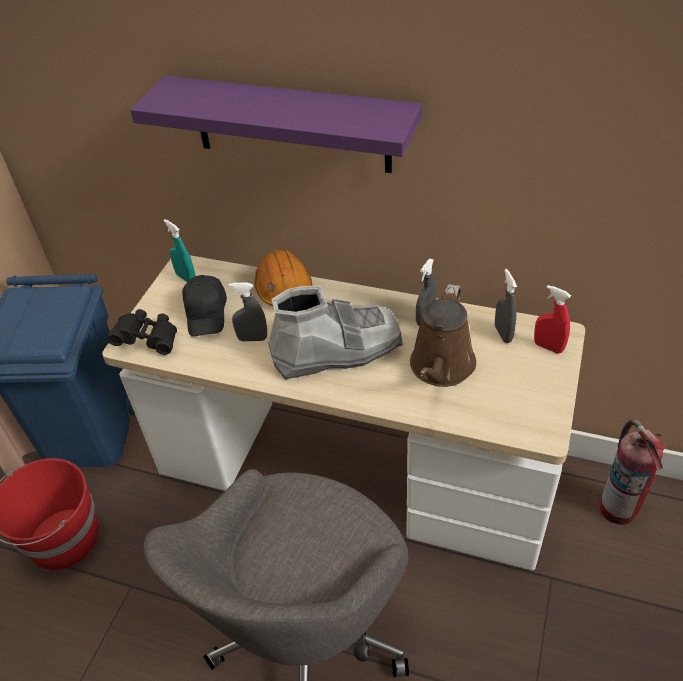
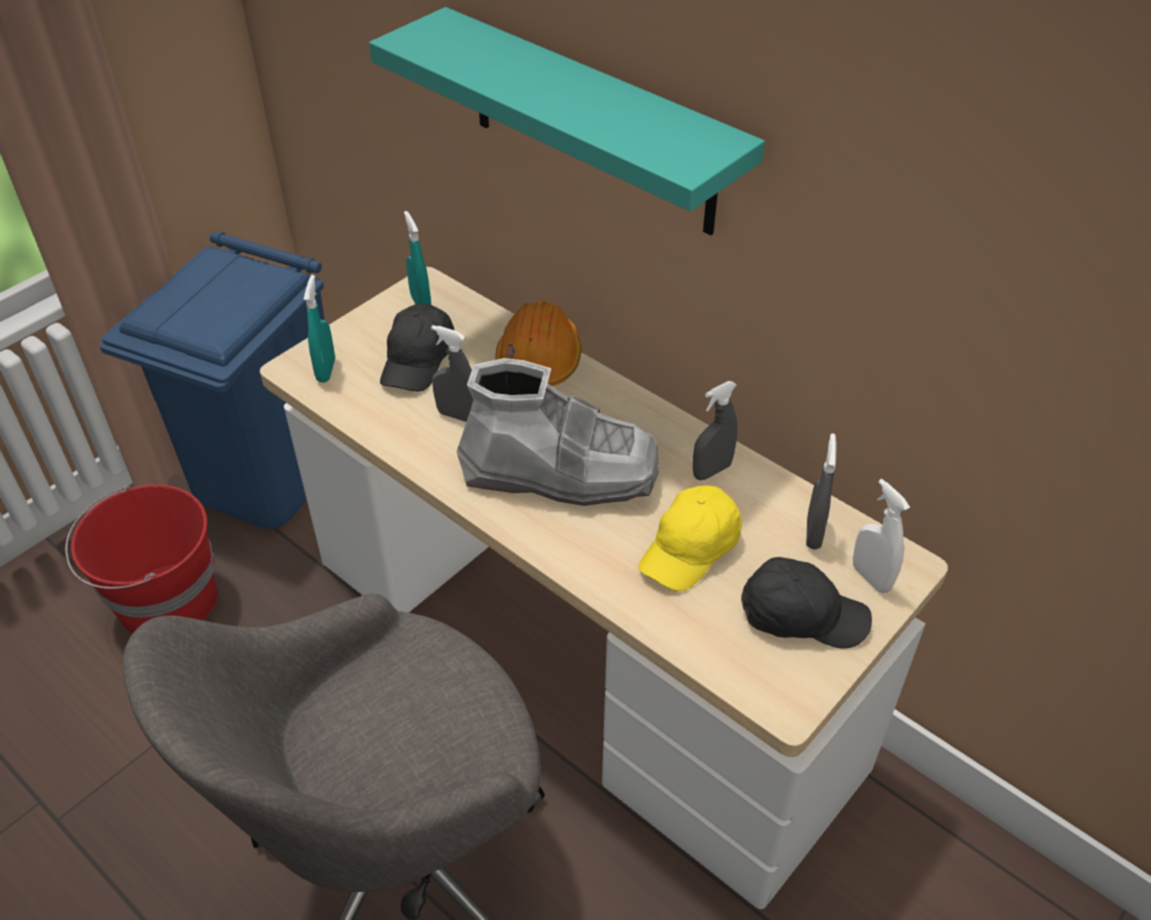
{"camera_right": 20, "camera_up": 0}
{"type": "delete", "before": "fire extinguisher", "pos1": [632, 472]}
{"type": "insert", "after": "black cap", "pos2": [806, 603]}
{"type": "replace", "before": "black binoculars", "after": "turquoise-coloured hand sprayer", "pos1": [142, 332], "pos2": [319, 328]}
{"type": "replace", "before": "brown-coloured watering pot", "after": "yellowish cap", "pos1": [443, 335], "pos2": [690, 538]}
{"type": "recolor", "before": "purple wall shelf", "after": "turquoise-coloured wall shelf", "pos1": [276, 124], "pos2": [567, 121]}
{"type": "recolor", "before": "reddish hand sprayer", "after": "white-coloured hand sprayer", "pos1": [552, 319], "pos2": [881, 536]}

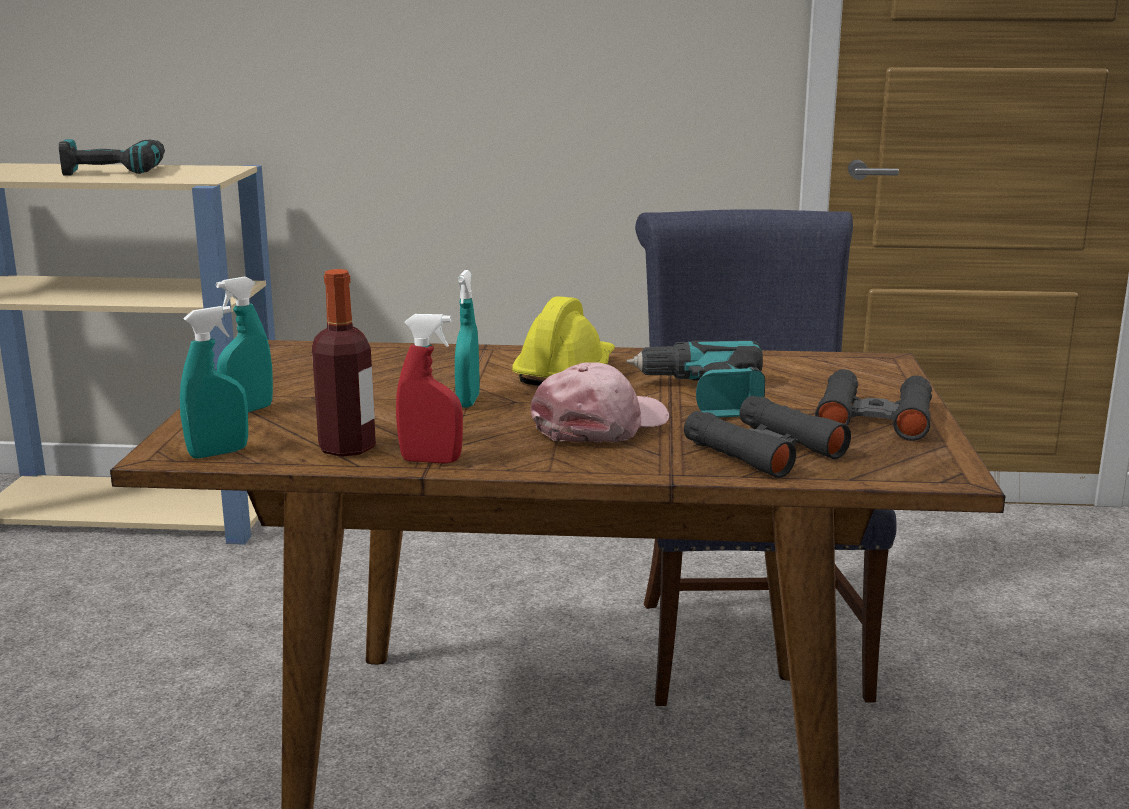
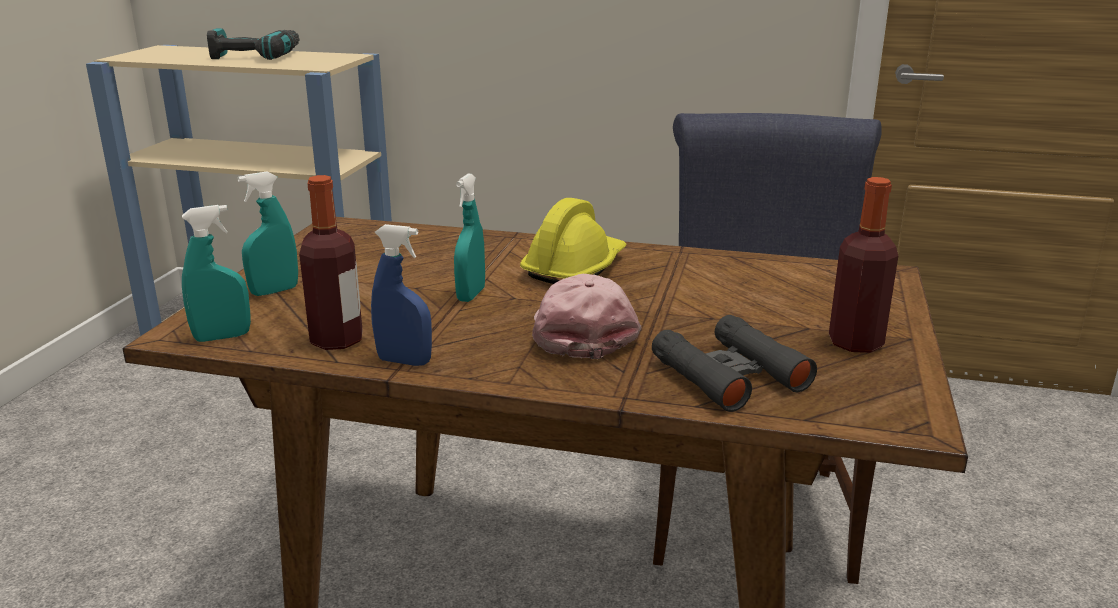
{"camera_right": 10, "camera_up": 5}
{"type": "delete", "before": "drill", "pos1": [696, 379]}
{"type": "replace", "before": "black binoculars", "after": "beverage bottle", "pos1": [873, 405], "pos2": [863, 265]}
{"type": "recolor", "before": "reddish hand sprayer", "after": "bluish hand sprayer", "pos1": [429, 389], "pos2": [401, 295]}
{"type": "rotate", "before": "pinkish cap", "pos1": [600, 402], "pos2": [586, 316], "turn": -60}

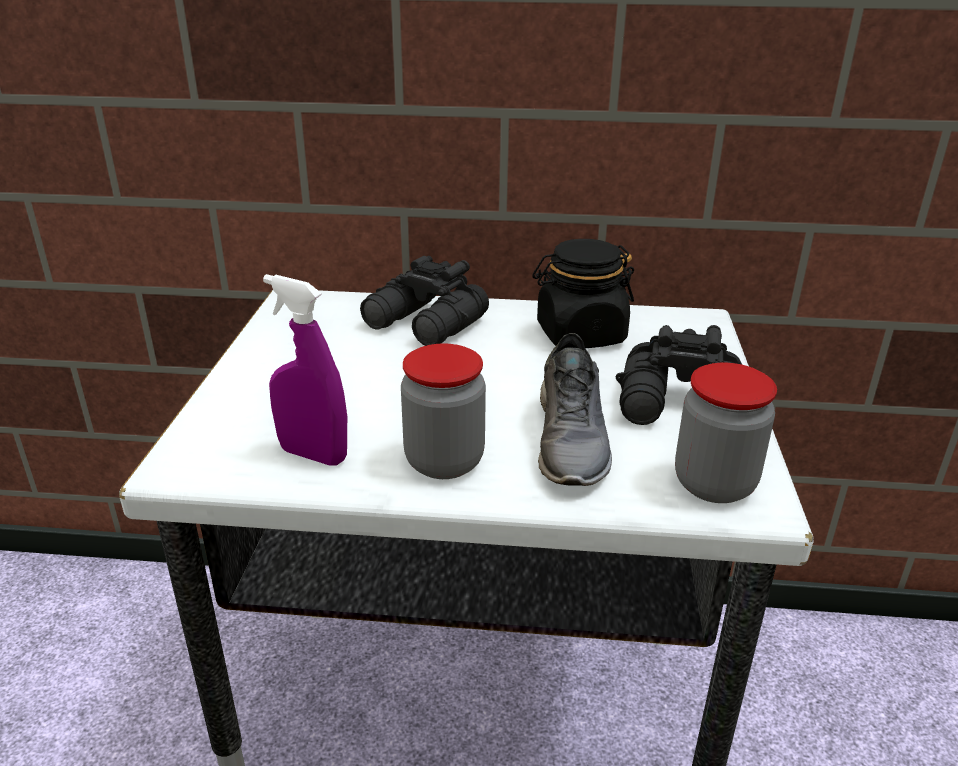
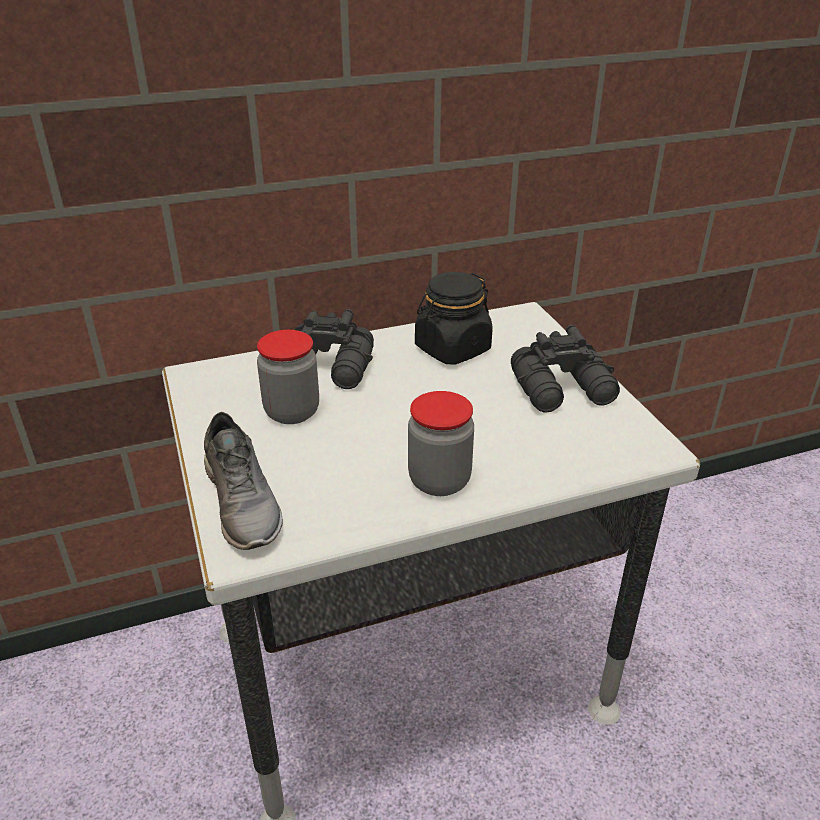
{"camera_right": -25, "camera_up": 5}
{"type": "delete", "before": "purple hand sprayer", "pos1": [305, 370]}
{"type": "move", "before": "grey shoe", "pos1": [575, 409], "pos2": [243, 481]}
{"type": "move", "before": "preserve jar", "pos1": [726, 433], "pos2": [288, 377]}

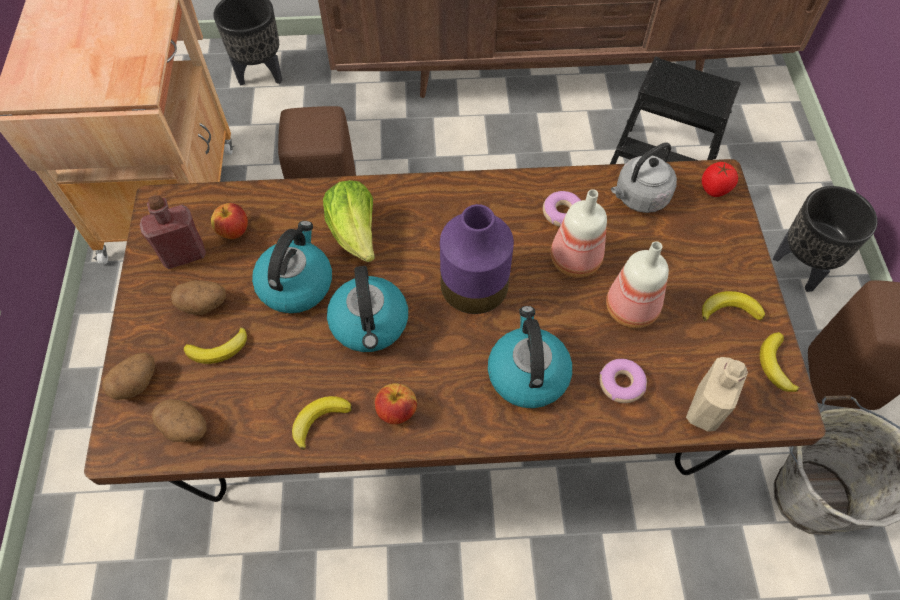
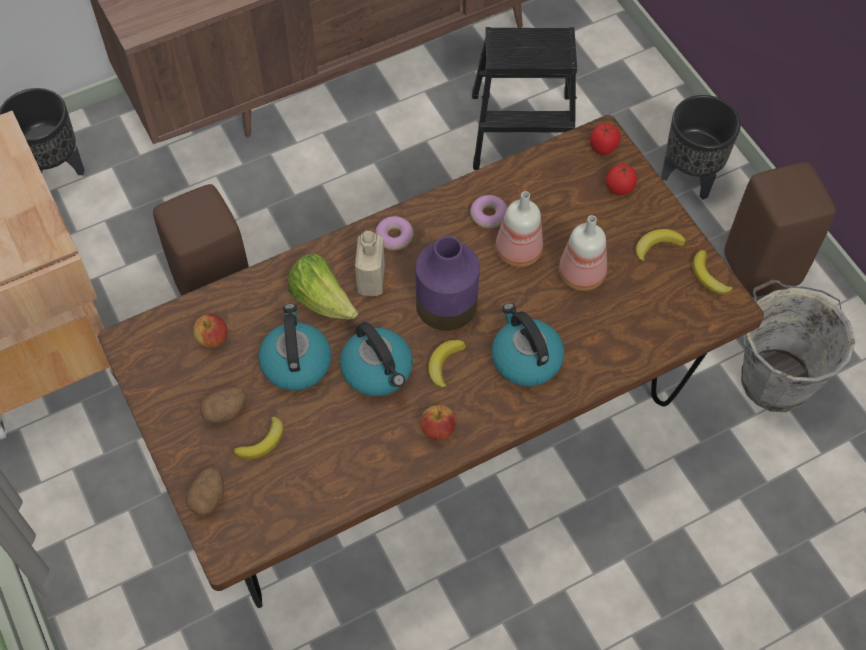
{"camera_right": -25, "camera_up": 0}
{"type": "delete", "before": "reddish beverage bottle", "pos1": [172, 232]}
{"type": "delete", "before": "spud", "pos1": [179, 420]}
{"type": "delete", "before": "grey tea kettle", "pos1": [644, 177]}
{"type": "insert", "after": "fresh tomato", "pos2": [621, 179]}
{"type": "move", "before": "banana fruit", "pos1": [322, 423], "pos2": [447, 364]}
{"type": "move", "before": "ring doughnut", "pos1": [623, 381], "pos2": [394, 233]}
{"type": "move", "before": "sand-coloured beverage bottle", "pos1": [717, 394], "pos2": [370, 263]}

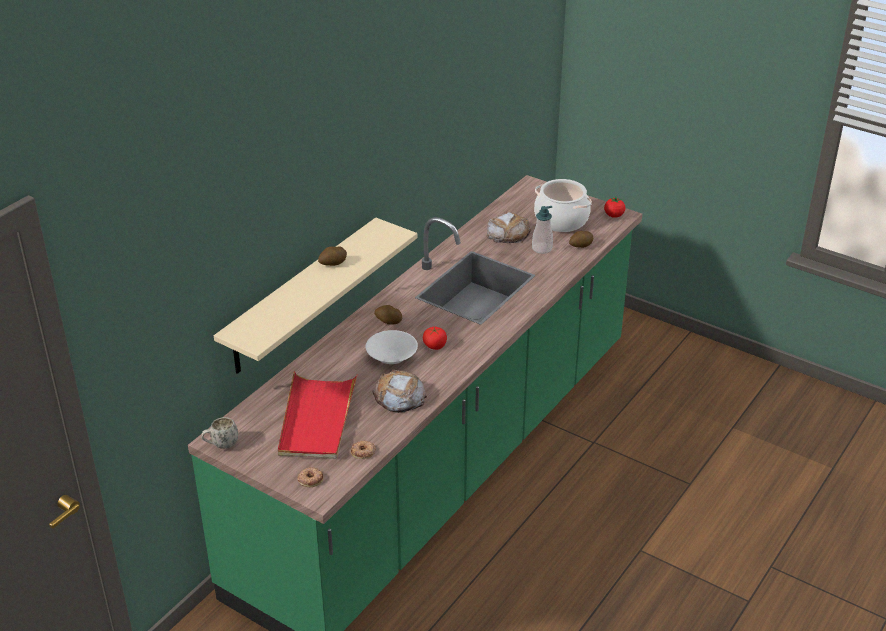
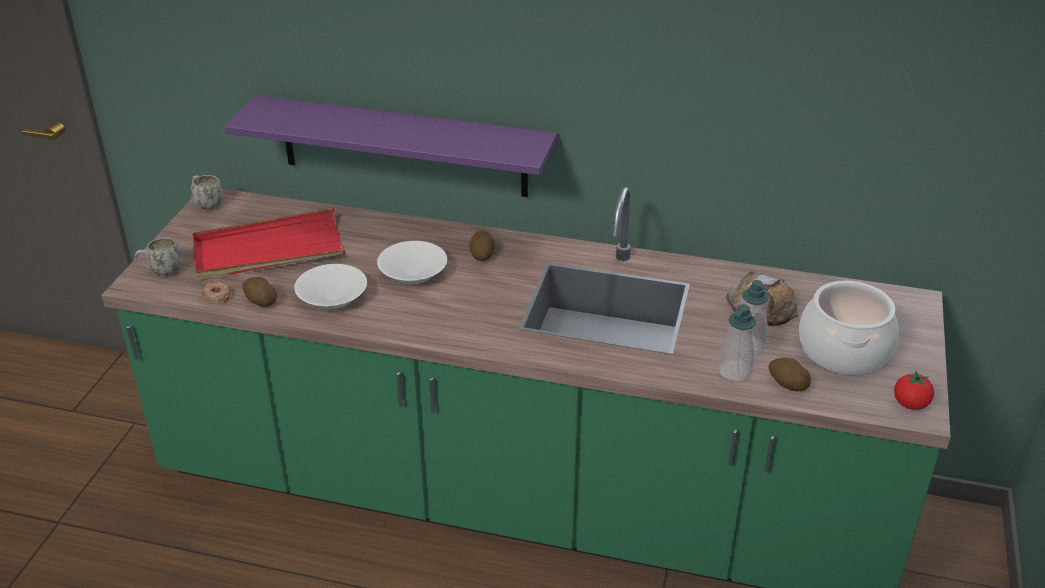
{"camera_right": 70, "camera_up": 0}
{"type": "delete", "before": "fresh tomato", "pos1": [435, 338]}
{"type": "insert", "after": "soap dispenser", "pos2": [737, 343]}
{"type": "move", "before": "spud", "pos1": [332, 256], "pos2": [259, 292]}
{"type": "replace", "before": "ring doughnut", "after": "white-coloured mug", "pos1": [310, 477], "pos2": [158, 256]}
{"type": "replace", "before": "bakery bread", "after": "white-coloured deep dish", "pos1": [399, 391], "pos2": [330, 287]}
{"type": "recolor", "before": "sand-coloured wall shelf", "after": "purple wall shelf", "pos1": [315, 296], "pos2": [390, 146]}

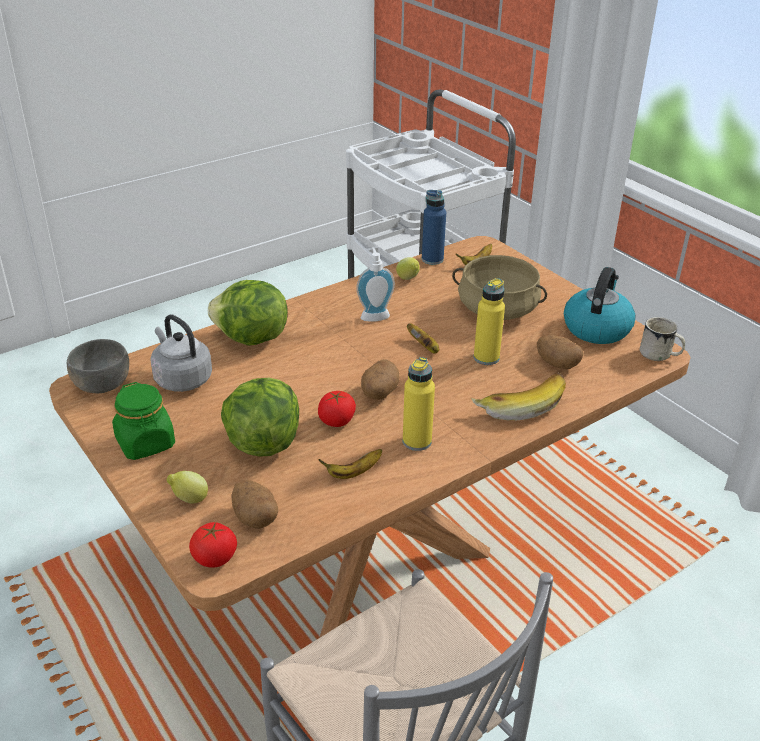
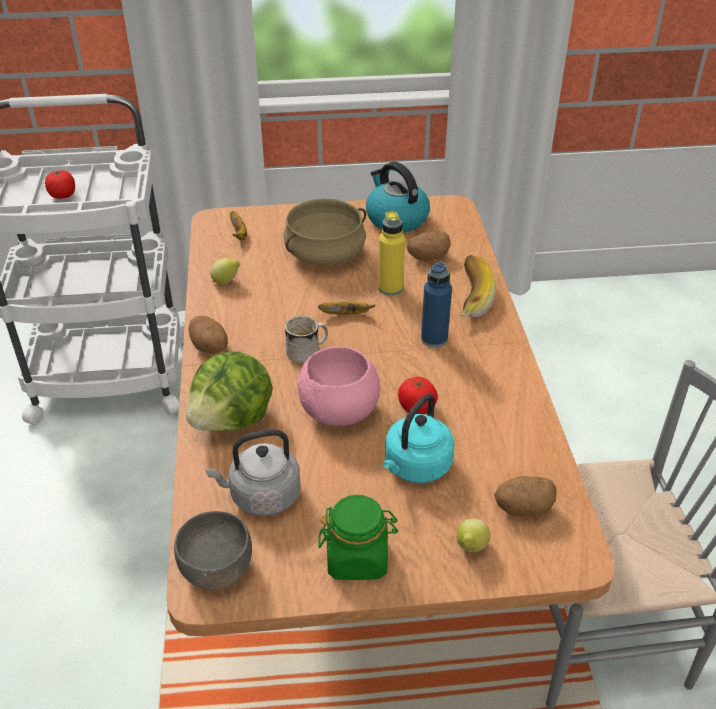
{"camera_right": -60, "camera_up": 5}
{"type": "delete", "before": "banana fruit", "pos1": [350, 464]}
{"type": "delete", "before": "soap dispenser", "pos1": [375, 284]}
{"type": "delete", "before": "yellowish beverage bottle", "pos1": [419, 404]}
{"type": "insert", "after": "pinkish deep dish", "pos2": [338, 386]}
{"type": "move", "before": "fresh tomato", "pos1": [213, 545], "pos2": [60, 184]}
{"type": "move", "before": "spud", "pos1": [380, 379], "pos2": [208, 335]}
{"type": "move", "before": "bluish beverage bottle", "pos1": [434, 227], "pos2": [436, 304]}
{"type": "move", "before": "white-coloured mug", "pos1": [662, 339], "pos2": [306, 339]}
{"type": "replace", "before": "lettuce head", "after": "turquoise-coloured tea kettle", "pos1": [260, 417], "pos2": [418, 438]}

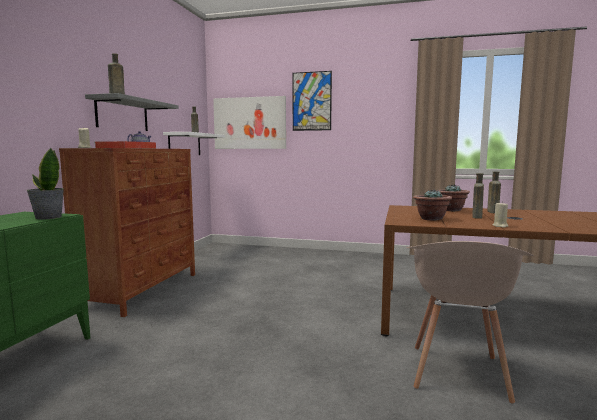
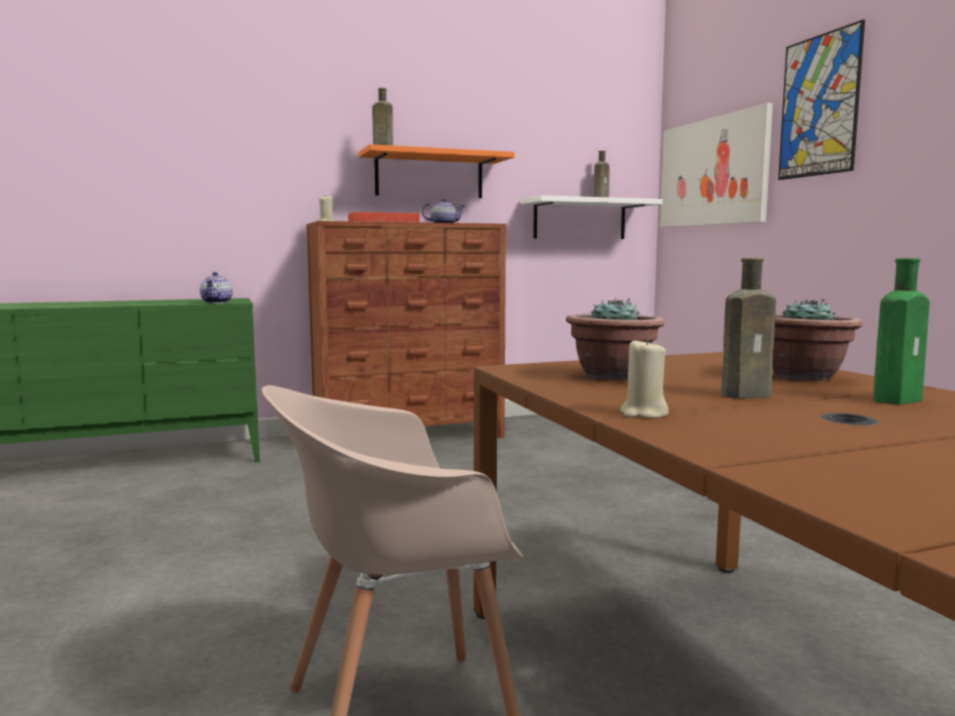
{"camera_right": 55, "camera_up": 0}
{"type": "replace", "before": "potted plant", "after": "teapot", "pos1": [45, 184], "pos2": [216, 287]}
{"type": "recolor", "before": "grey wall shelf", "after": "orange-coloured wall shelf", "pos1": [132, 112], "pos2": [437, 171]}
{"type": "recolor", "before": "brown-coloured beverage bottle", "after": "greenish beverage bottle", "pos1": [494, 192], "pos2": [901, 331]}

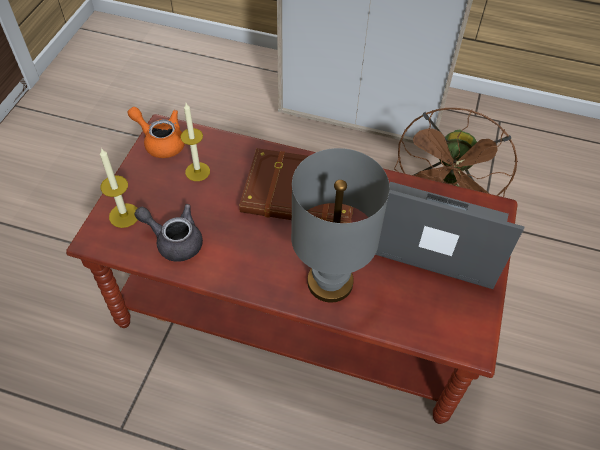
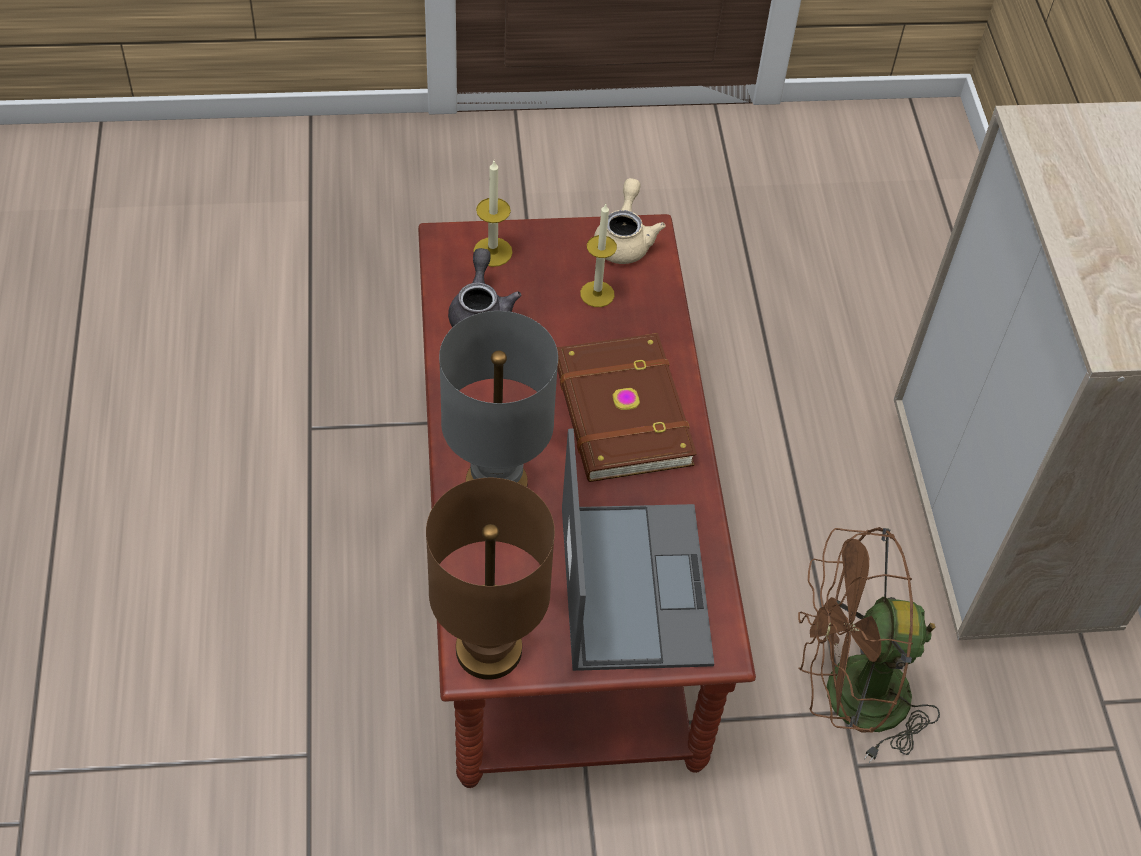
{"camera_right": 65, "camera_up": 0}
{"type": "insert", "after": "brown-coloured table lamp", "pos2": [490, 579]}
{"type": "recolor", "before": "orange-coloured teapot", "after": "sand-coloured teapot", "pos1": [156, 132], "pos2": [630, 221]}

